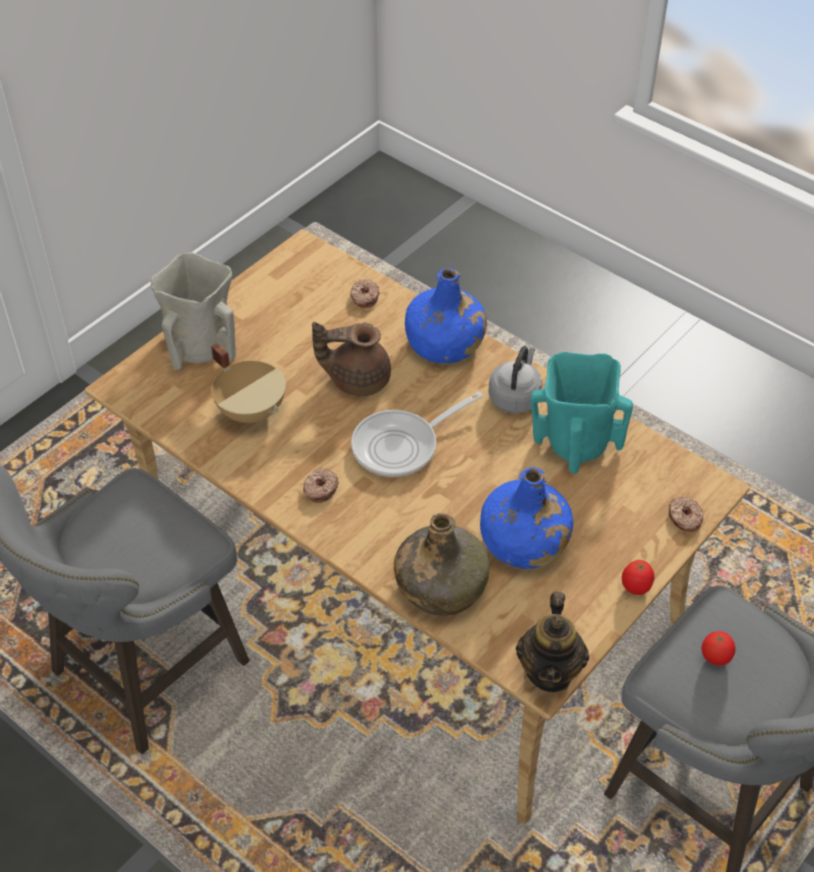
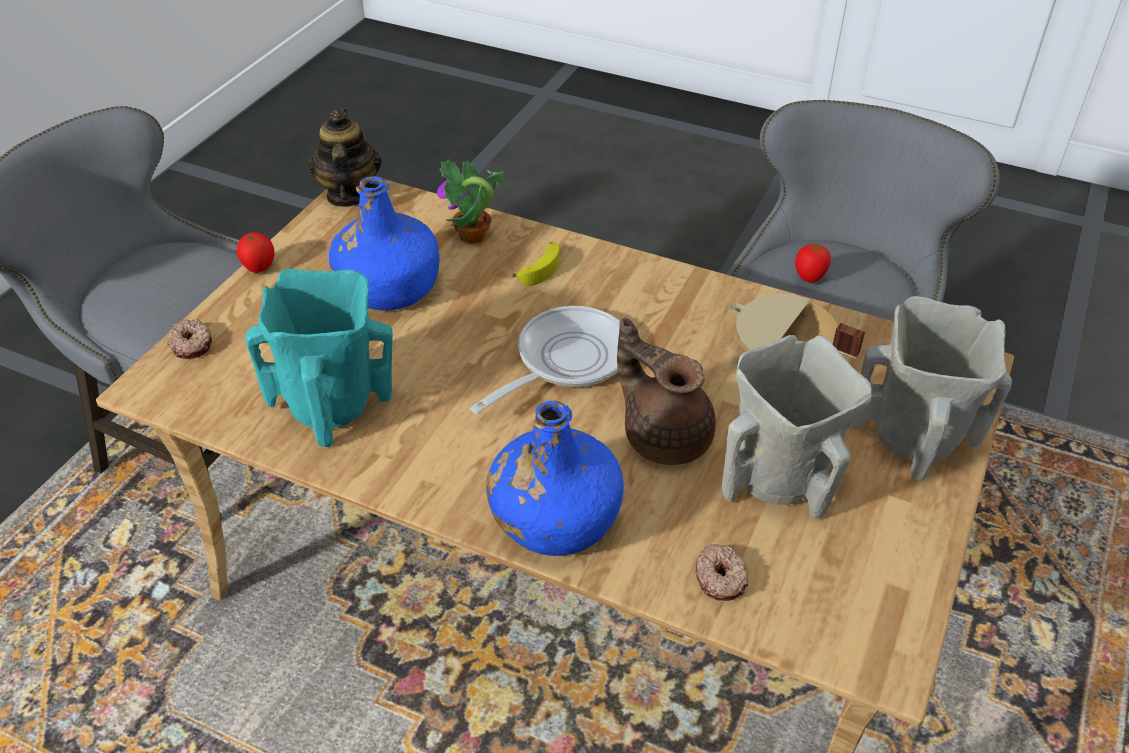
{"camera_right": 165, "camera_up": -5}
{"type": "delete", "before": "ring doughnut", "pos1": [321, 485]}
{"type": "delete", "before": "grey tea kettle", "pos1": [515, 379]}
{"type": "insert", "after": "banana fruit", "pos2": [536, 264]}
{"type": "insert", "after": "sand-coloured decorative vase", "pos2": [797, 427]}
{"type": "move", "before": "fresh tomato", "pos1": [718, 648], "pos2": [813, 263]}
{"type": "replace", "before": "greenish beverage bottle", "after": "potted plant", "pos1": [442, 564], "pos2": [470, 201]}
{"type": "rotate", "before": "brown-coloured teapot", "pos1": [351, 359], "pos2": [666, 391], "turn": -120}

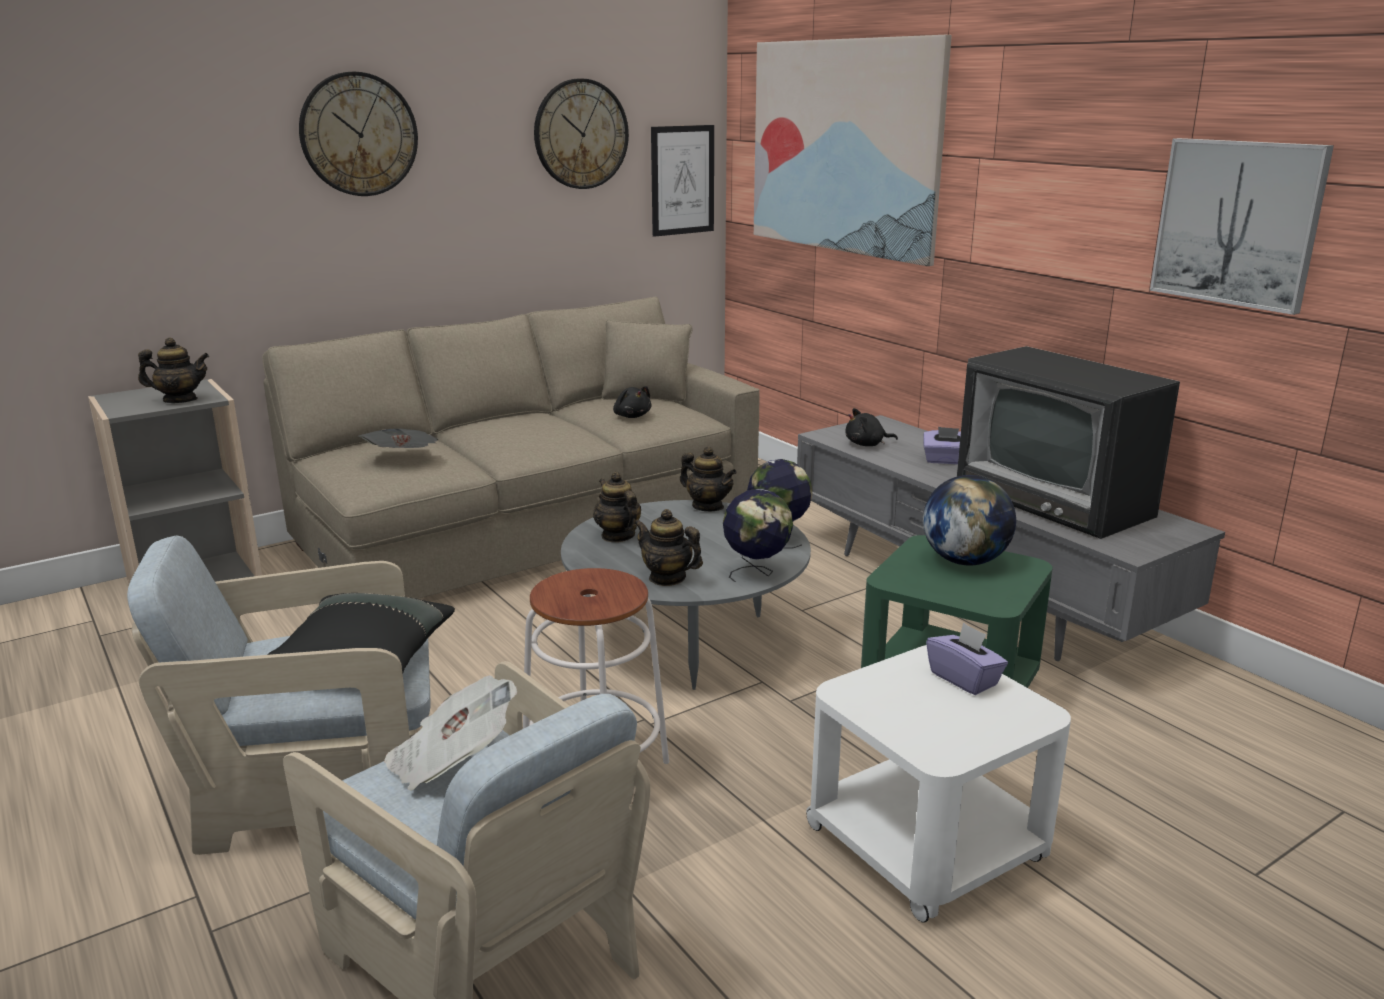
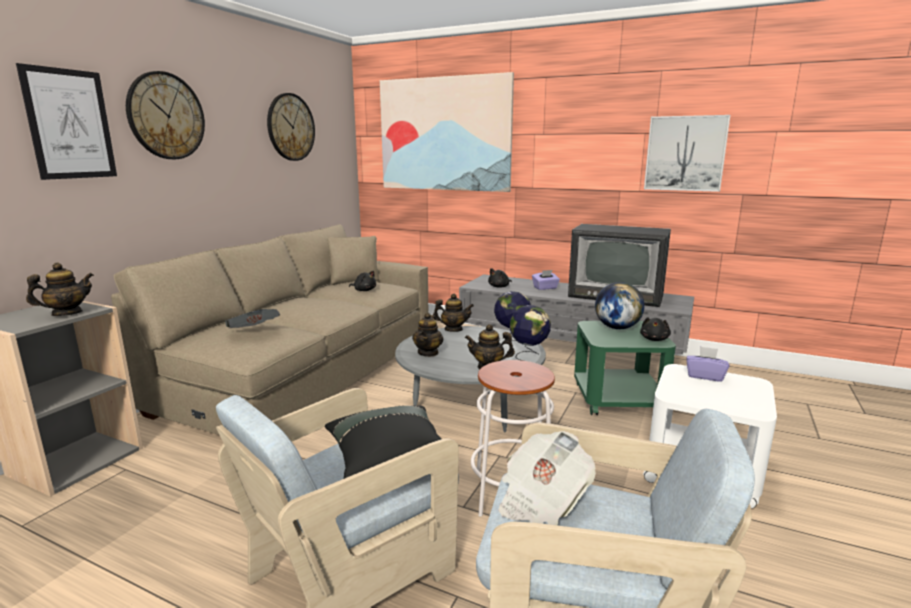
{"camera_right": -30, "camera_up": -5}
{"type": "insert", "after": "black soft toy", "pos2": [655, 329]}
{"type": "move", "before": "wall picture", "pos1": [682, 181], "pos2": [66, 121]}
{"type": "rotate", "before": "teapot", "pos1": [617, 507], "pos2": [427, 334], "turn": -105}

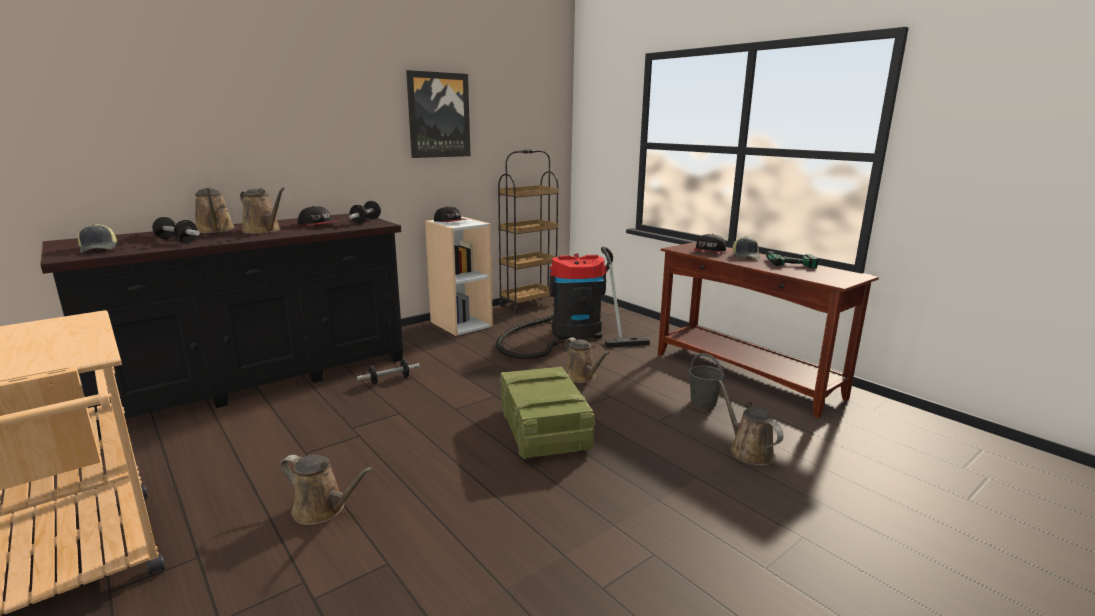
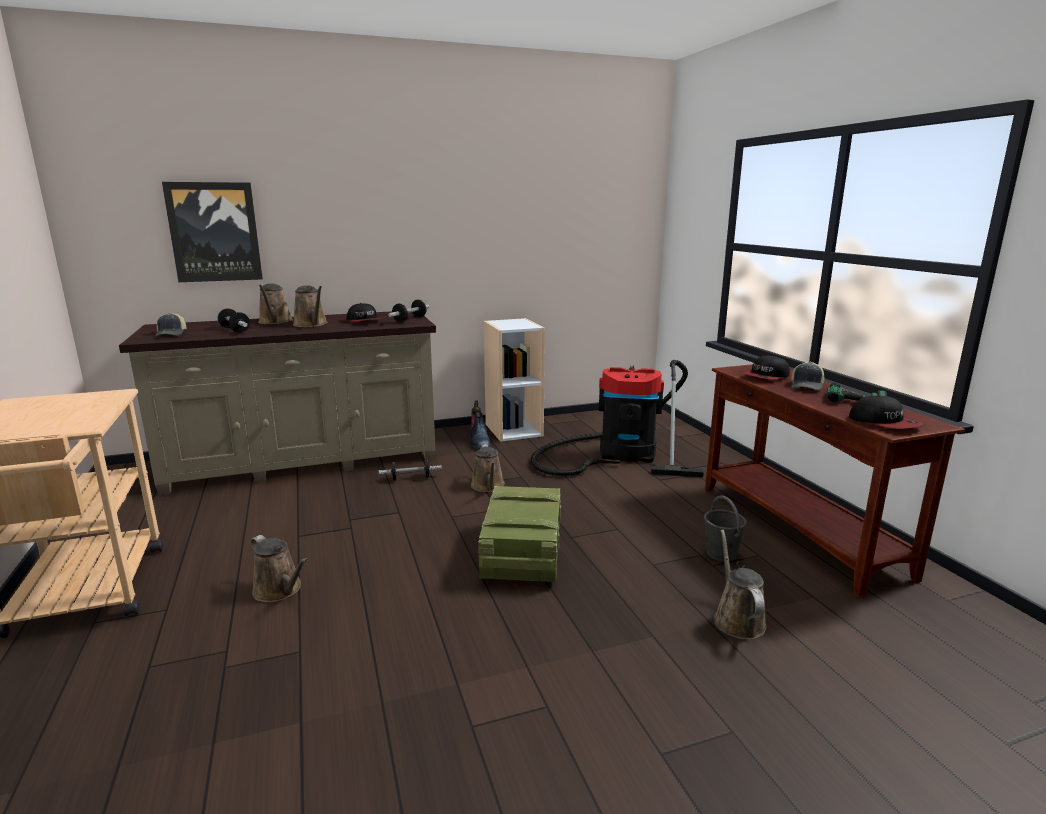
{"camera_right": 20, "camera_up": 0}
{"type": "delete", "before": "brown-coloured cart", "pos1": [528, 231]}
{"type": "insert", "after": "high-top boot", "pos2": [480, 424]}
{"type": "move", "before": "wall picture", "pos1": [438, 114], "pos2": [212, 232]}
{"type": "move", "before": "cap", "pos1": [450, 214], "pos2": [886, 412]}
{"type": "move", "before": "brown-coloured watering pot", "pos1": [587, 360], "pos2": [488, 468]}
{"type": "recolor", "before": "black cabinet", "after": "sand-coloured cabinet", "pos1": [221, 326], "pos2": [277, 403]}

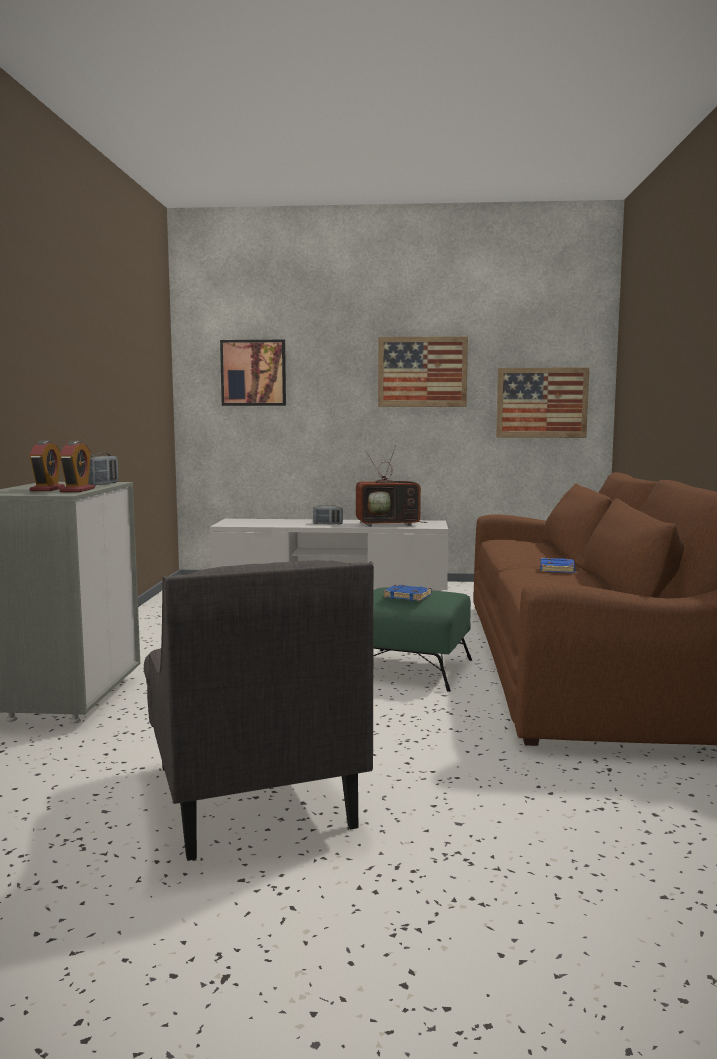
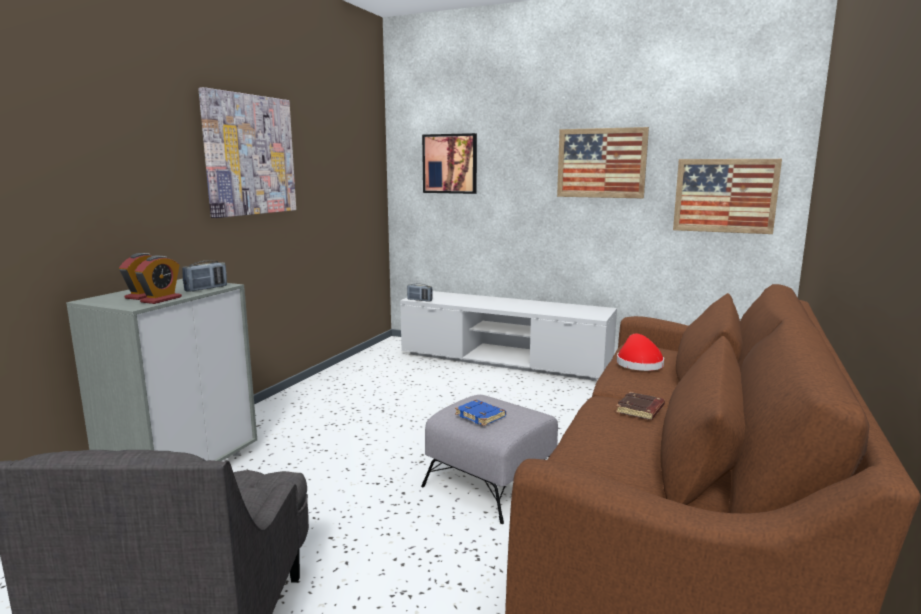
{"camera_right": 20, "camera_up": 5}
{"type": "delete", "before": "TV set", "pos1": [391, 486]}
{"type": "insert", "after": "wall picture", "pos2": [247, 152]}
{"type": "insert", "after": "reddish hat", "pos2": [640, 352]}
{"type": "move", "before": "radio", "pos1": [328, 514], "pos2": [420, 292]}
{"type": "recolor", "before": "greenish ottoman", "after": "grey ottoman", "pos1": [422, 639], "pos2": [489, 459]}
{"type": "recolor", "before": "bluish book", "after": "brown-coloured book", "pos1": [558, 565], "pos2": [640, 406]}

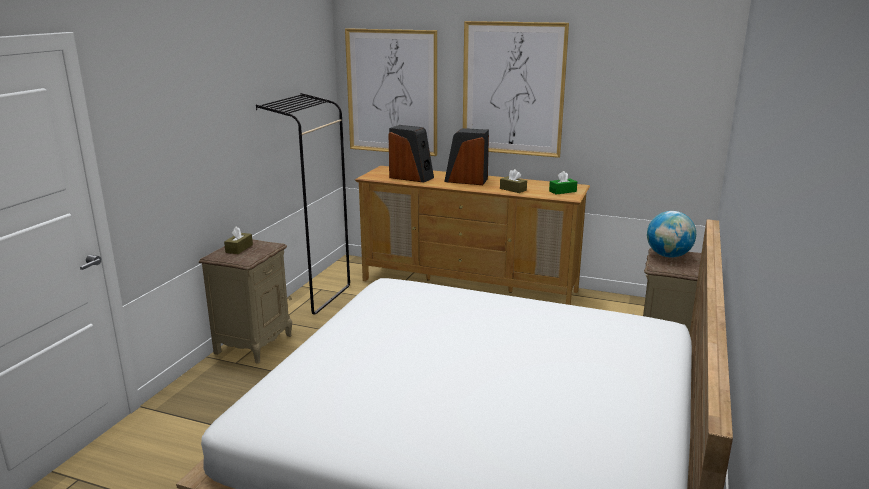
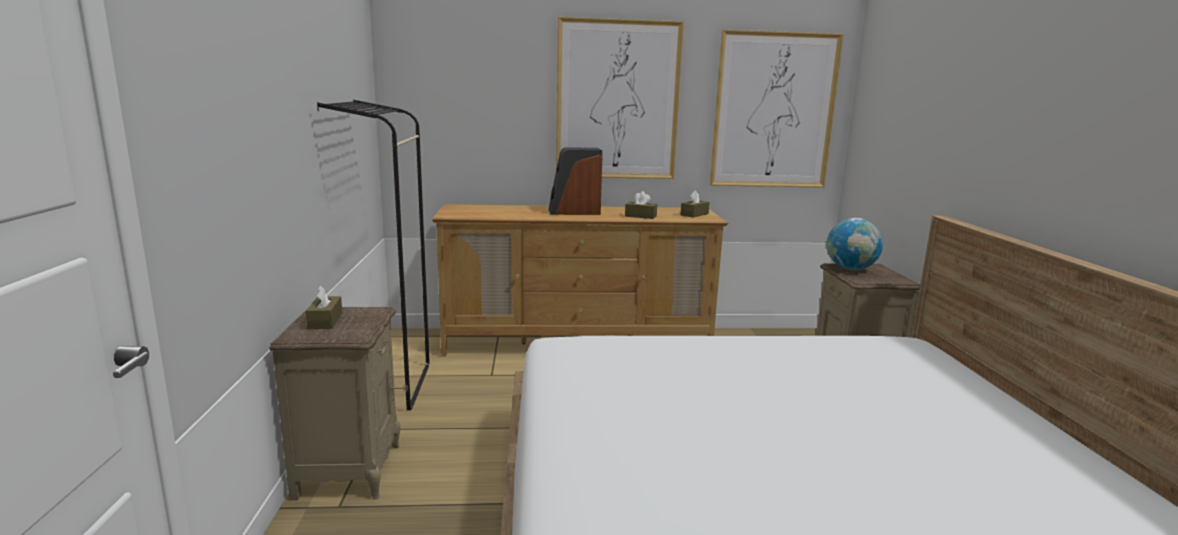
{"camera_right": -25, "camera_up": -5}
{"type": "delete", "before": "loudspeaker", "pos1": [411, 154]}
{"type": "move", "before": "wall picture", "pos1": [391, 92], "pos2": [777, 109]}
{"type": "recolor", "before": "greenish tissue box", "after": "brown-coloured tissue box", "pos1": [563, 183], "pos2": [694, 204]}

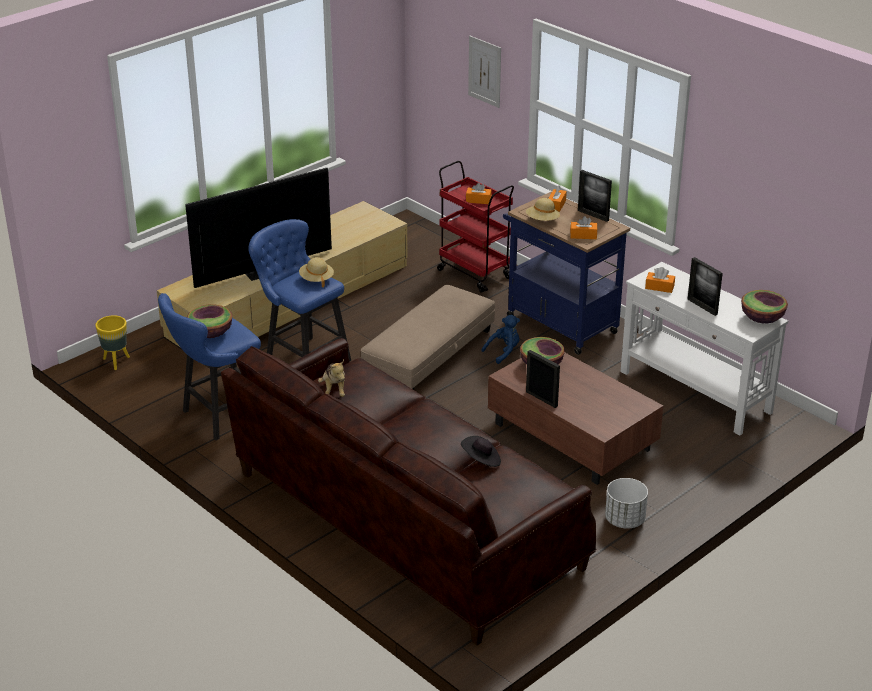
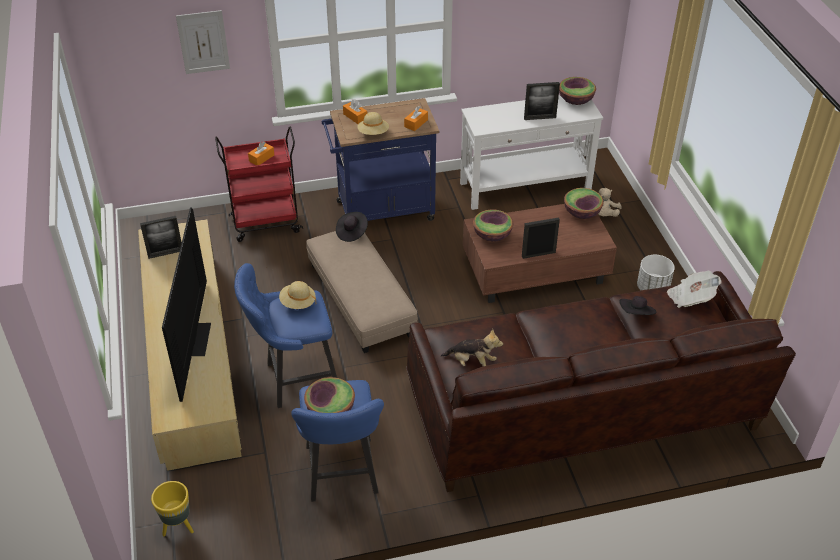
{"camera_right": -60, "camera_up": 10}
{"type": "delete", "before": "bluish soft toy", "pos1": [500, 339]}
{"type": "delete", "before": "orange-coloured tissue box", "pos1": [660, 280]}
{"type": "insert", "after": "black hat", "pos2": [352, 227]}
{"type": "insert", "after": "deep dish", "pos2": [584, 203]}
{"type": "insert", "after": "sand-coloured soft toy", "pos2": [609, 202]}
{"type": "insert", "after": "printed paper", "pos2": [694, 289]}
{"type": "move", "before": "picture frame", "pos1": [595, 196], "pos2": [161, 237]}

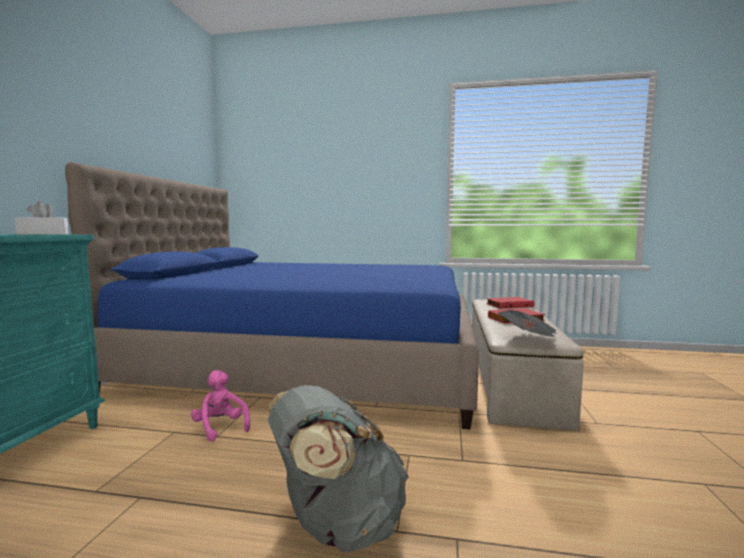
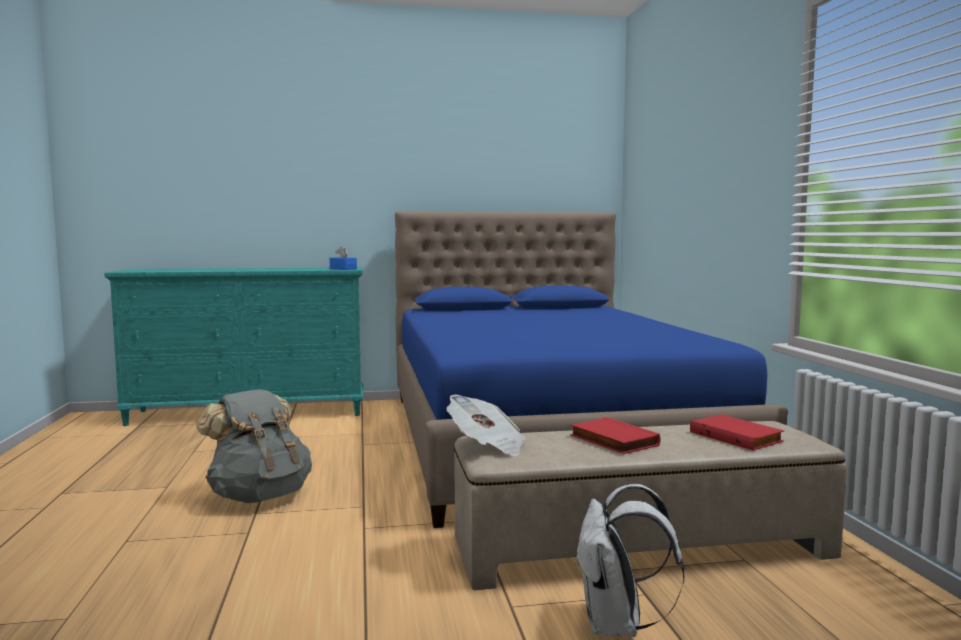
{"camera_right": 70, "camera_up": 0}
{"type": "delete", "before": "pinkish soft toy", "pos1": [220, 406]}
{"type": "insert", "after": "white-coloured rucksack", "pos2": [630, 560]}
{"type": "recolor", "before": "white-coloured tissue box", "after": "bluish tissue box", "pos1": [42, 218], "pos2": [343, 258]}

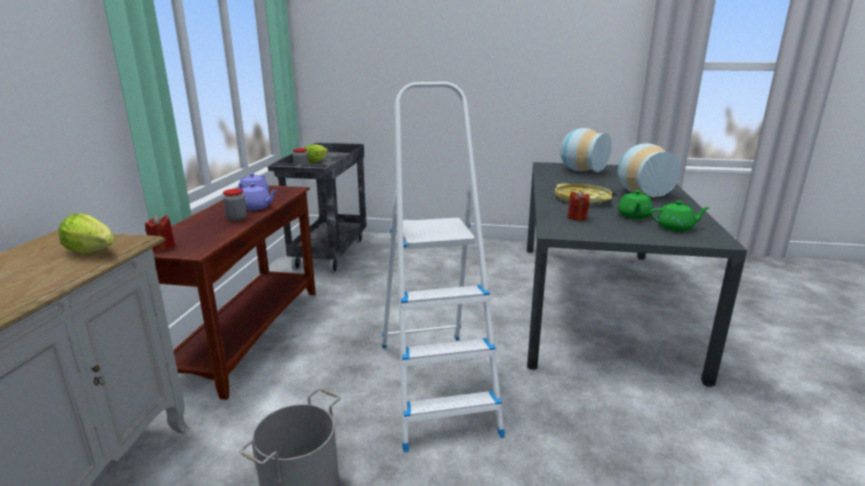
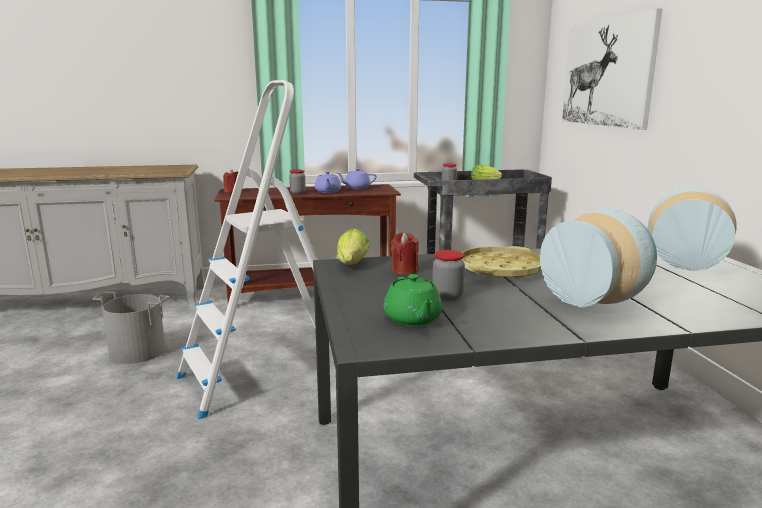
{"camera_right": 70, "camera_up": -5}
{"type": "insert", "after": "wall picture", "pos2": [612, 69]}
{"type": "move", "before": "lettuce head", "pos1": [86, 233], "pos2": [354, 246]}
{"type": "replace", "before": "greenish teapot", "after": "preserve jar", "pos1": [635, 204], "pos2": [448, 275]}

